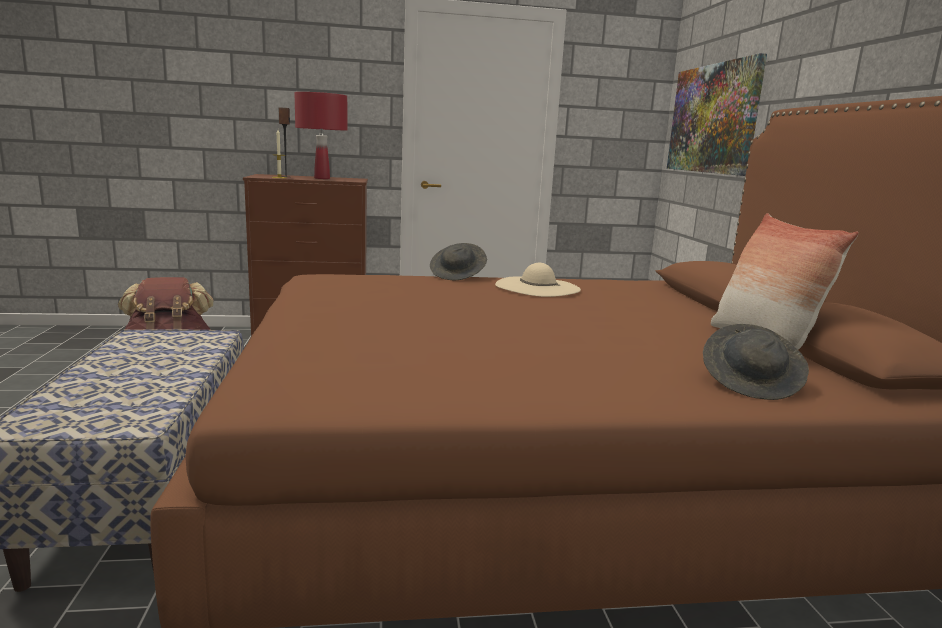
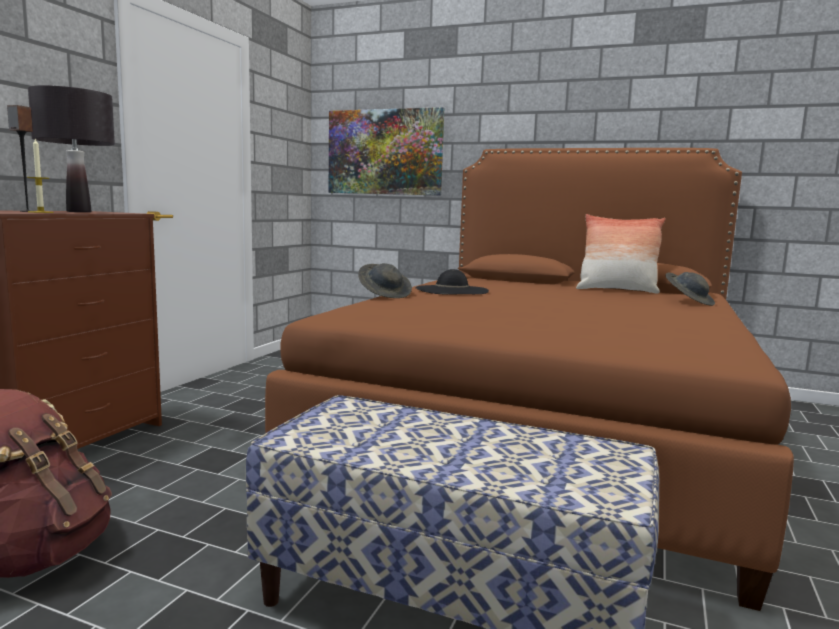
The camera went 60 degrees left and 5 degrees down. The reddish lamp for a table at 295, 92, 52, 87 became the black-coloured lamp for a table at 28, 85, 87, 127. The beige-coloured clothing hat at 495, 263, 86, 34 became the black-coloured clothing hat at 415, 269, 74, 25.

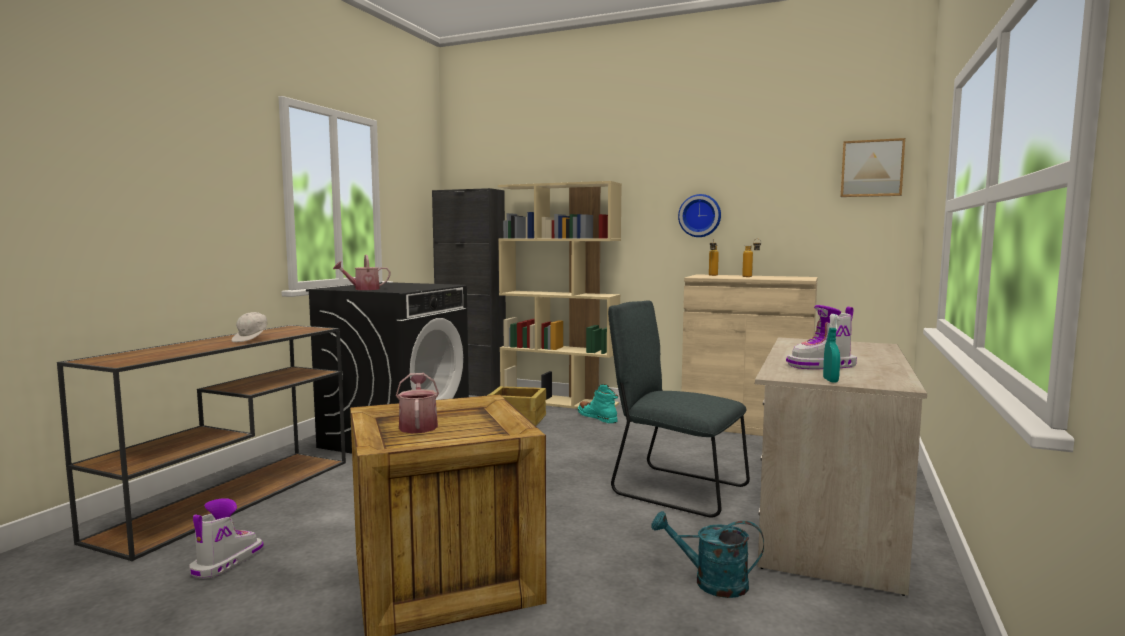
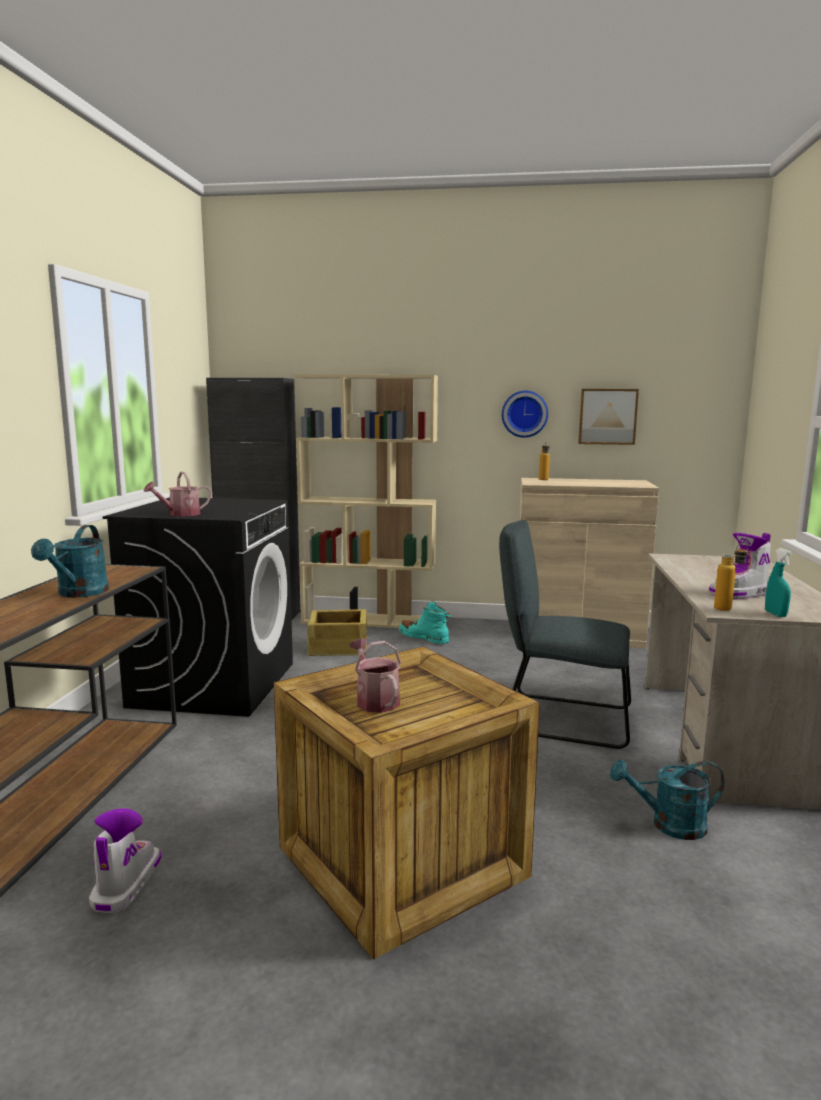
The camera went 15 degrees left and 5 degrees up. The drink bottle moved from 742, 239, 19, 38 to 714, 543, 34, 68. The picture moved from 841, 138, 64, 59 to 578, 389, 61, 56. The whitish cap at 231, 312, 37, 30 was replaced by the turquoise-coloured watering can at 31, 525, 78, 73.

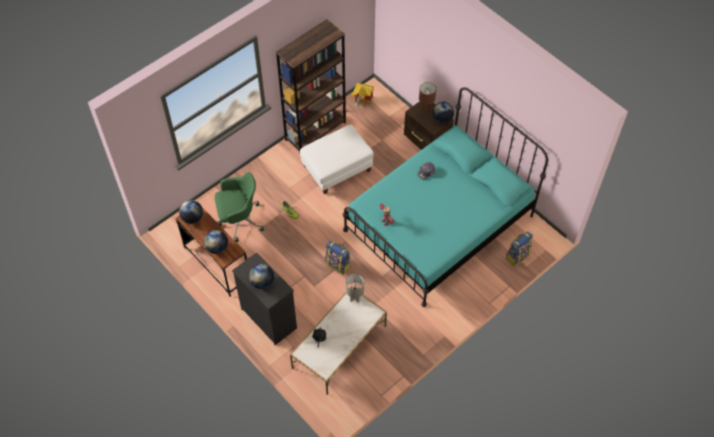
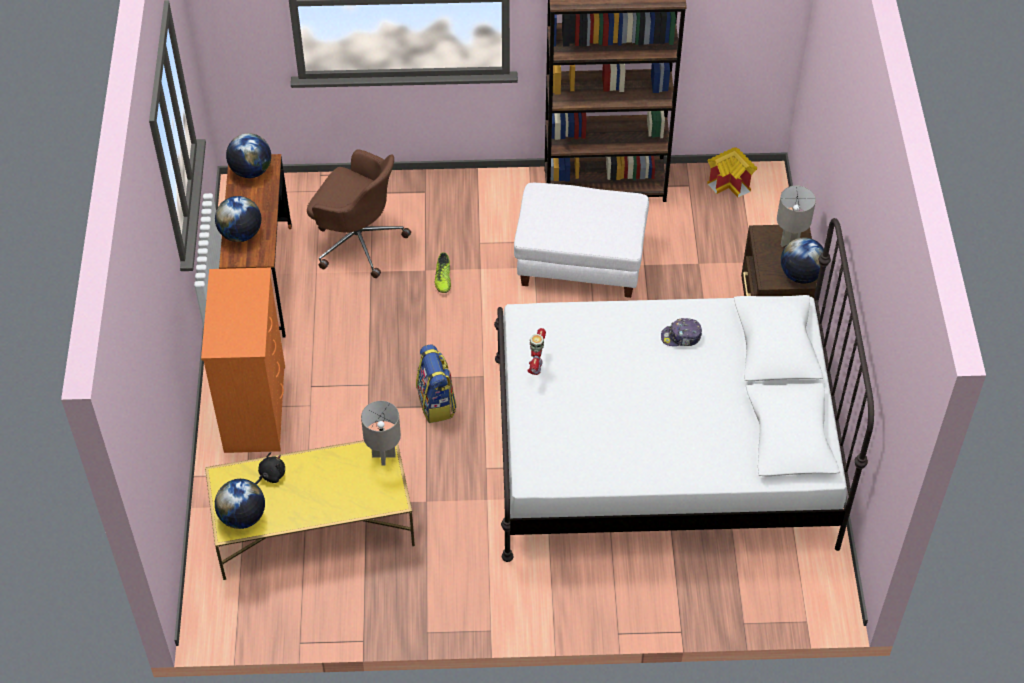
The camera went 40 degrees right and 5 degrees down. The rucksack at 506, 232, 27, 35 disappeared. The world globe moved from 249, 264, 25, 25 to 215, 479, 50, 50. The greenish office chair at 215, 172, 49, 70 became the brownish office chair at 307, 150, 104, 128. The black-coloured chest of drawers at 232, 252, 65, 93 became the orange-coloured chest of drawers at 201, 268, 84, 185. The whitish lounge table at 290, 287, 97, 108 became the yellow lounge table at 205, 440, 210, 140. The turquoise-coloured sleeping bed at 343, 87, 205, 220 became the whitish sleeping bed at 494, 218, 380, 344. The brownish lamp for a table at 419, 82, 17, 30 became the greyish lamp for a table at 777, 186, 39, 61.

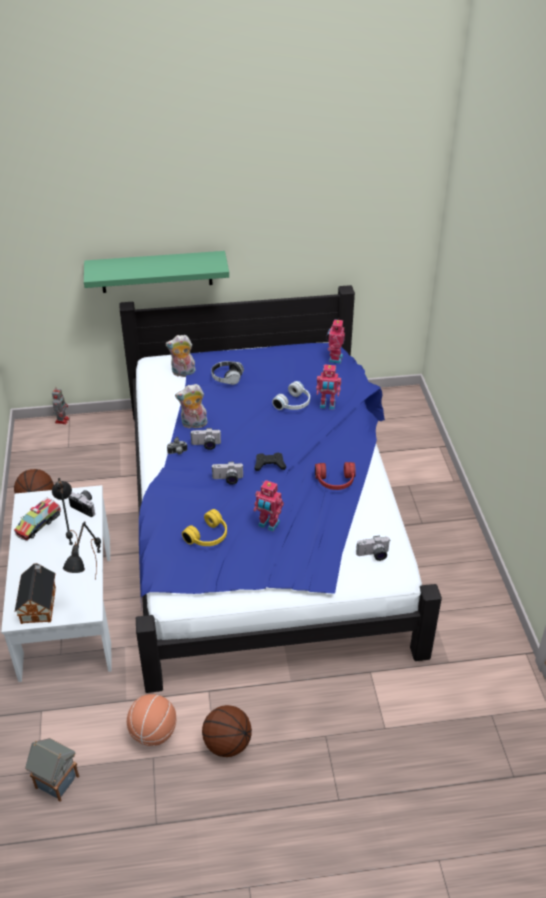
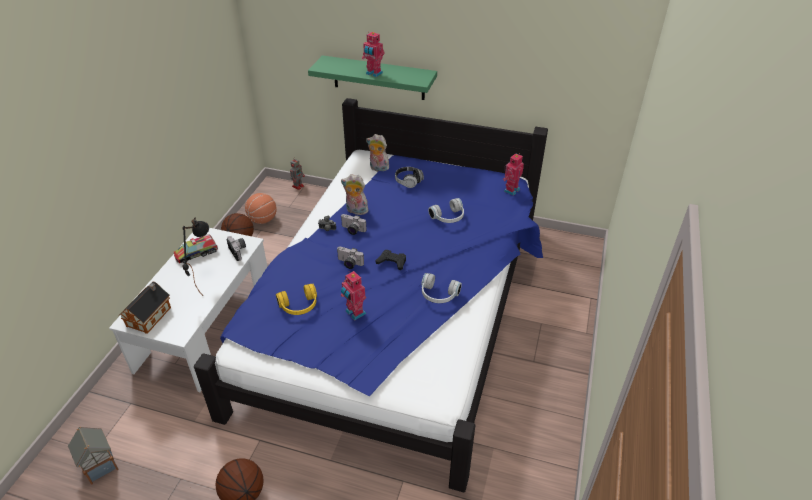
The camera went 25 degrees right and 0 degrees up. The black-coloured lamp for a table at 63, 521, 38, 59 disappeared. The still camera at 356, 535, 35, 26 disappeared. The basketball ball moved from 127, 694, 49, 52 to 245, 193, 32, 31. The robot figure moved from 316, 364, 25, 46 to 362, 31, 23, 46. The reddish headset at 315, 462, 41, 28 became the whitish headset at 421, 273, 41, 30.

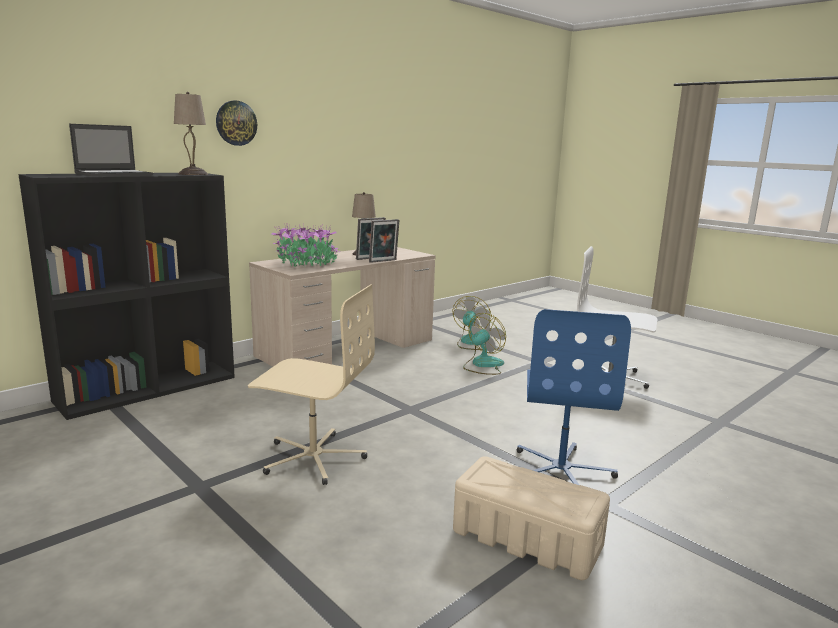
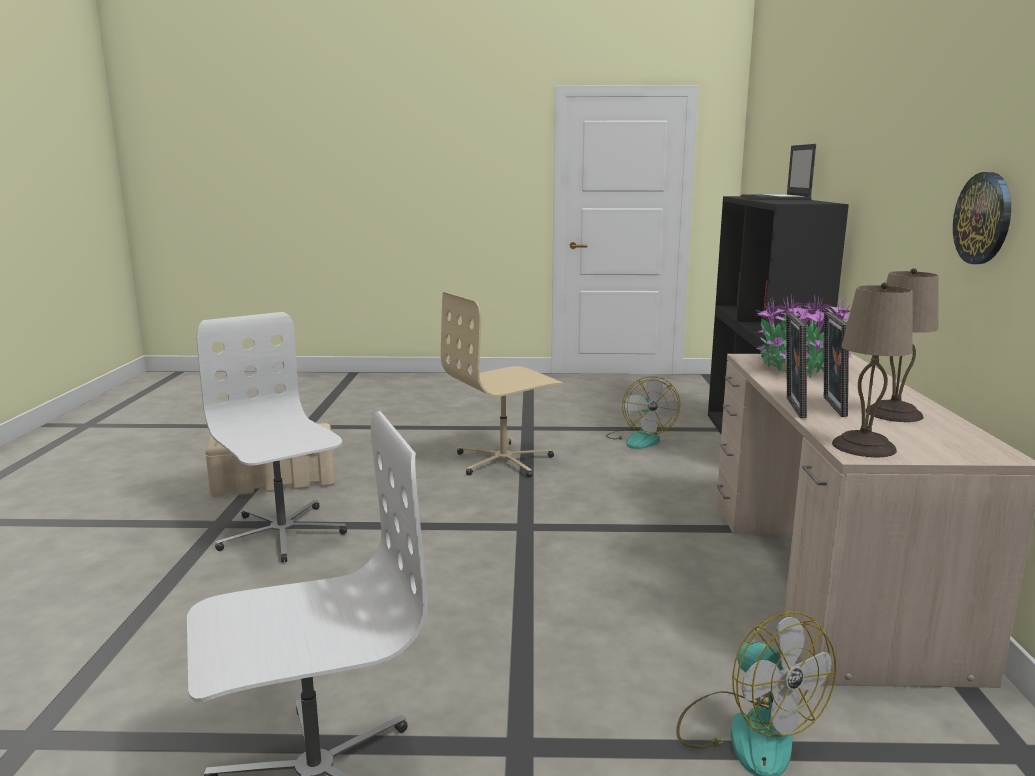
The camera went 135 degrees right and 0 degrees up. The beige-coloured lamp for a table moved from 174, 92, 34, 83 to 832, 282, 81, 175. The wall clock moved from 216, 101, 41, 45 to 953, 172, 58, 92. The electric fan moved from 463, 313, 43, 62 to 606, 376, 74, 73. The blue office chair at 517, 309, 114, 176 became the whitish office chair at 196, 312, 151, 251.

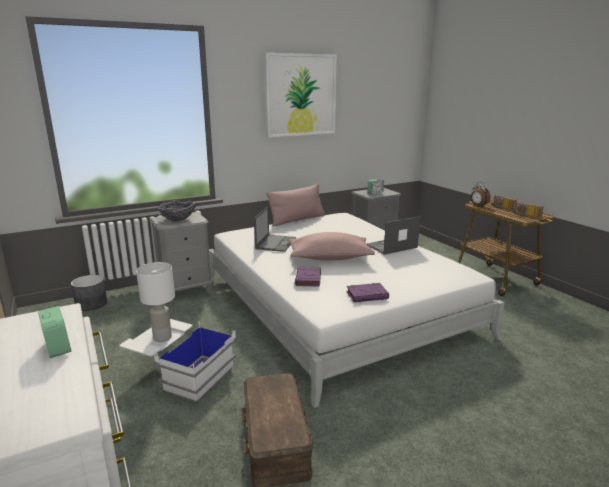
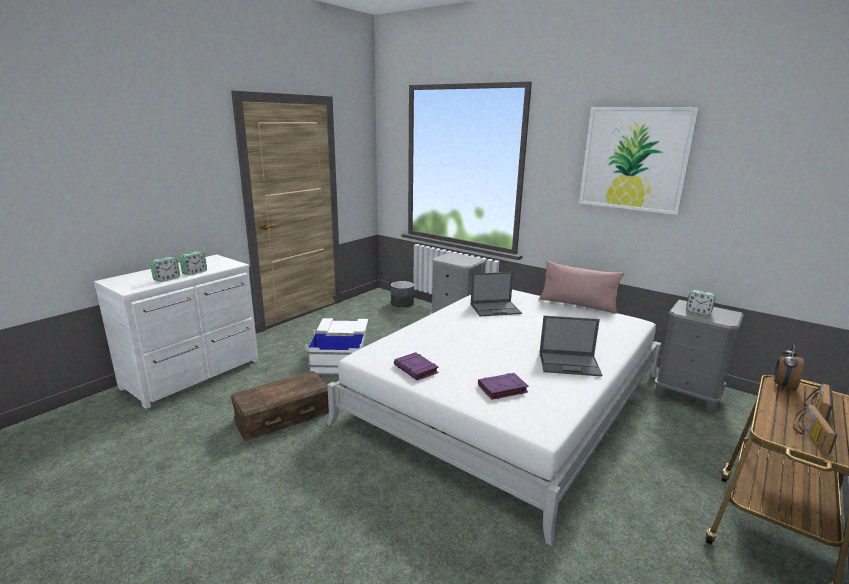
The camera went 65 degrees right and 0 degrees up. The whitish lamp for a table at 136, 262, 39, 80 disappeared. The bowl at 158, 200, 38, 21 disappeared. The pink cushion at 289, 232, 86, 29 disappeared. The table clock at 150, 257, 30, 25 appeared. The purple-coloured volume moved from 295, 267, 26, 20 to 478, 373, 51, 27. The notebook computer at 367, 216, 53, 39 turned 150 degrees clockwise.

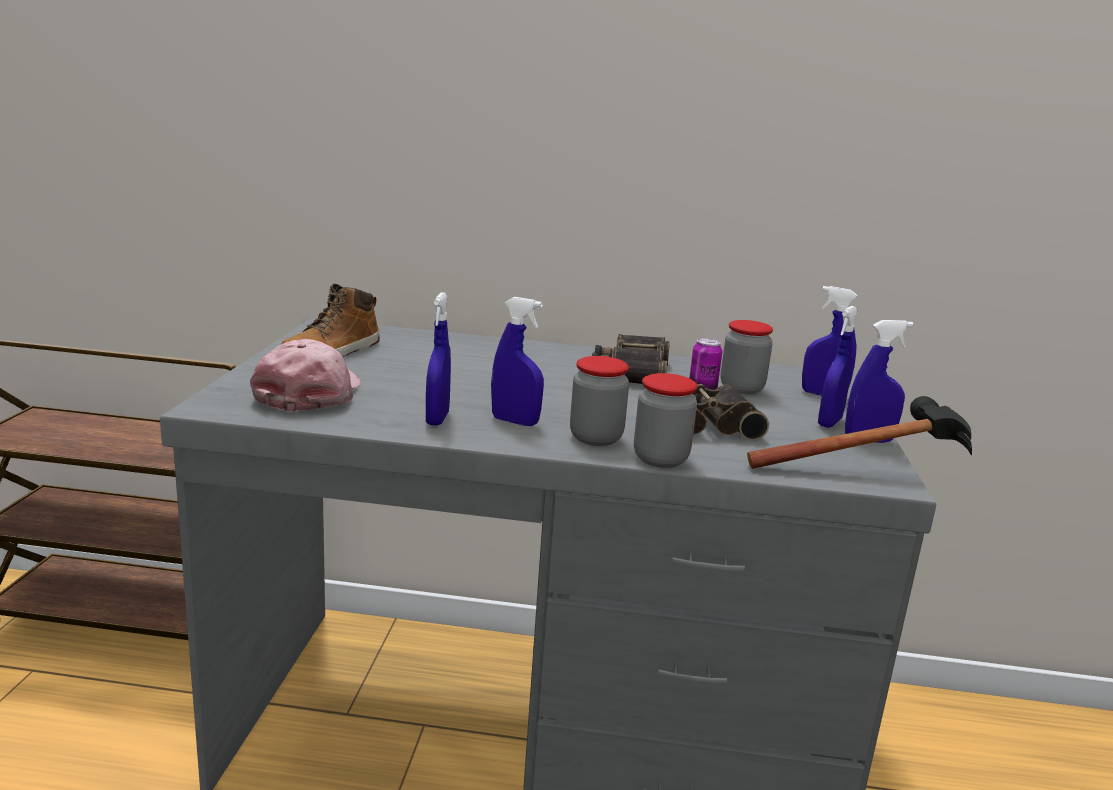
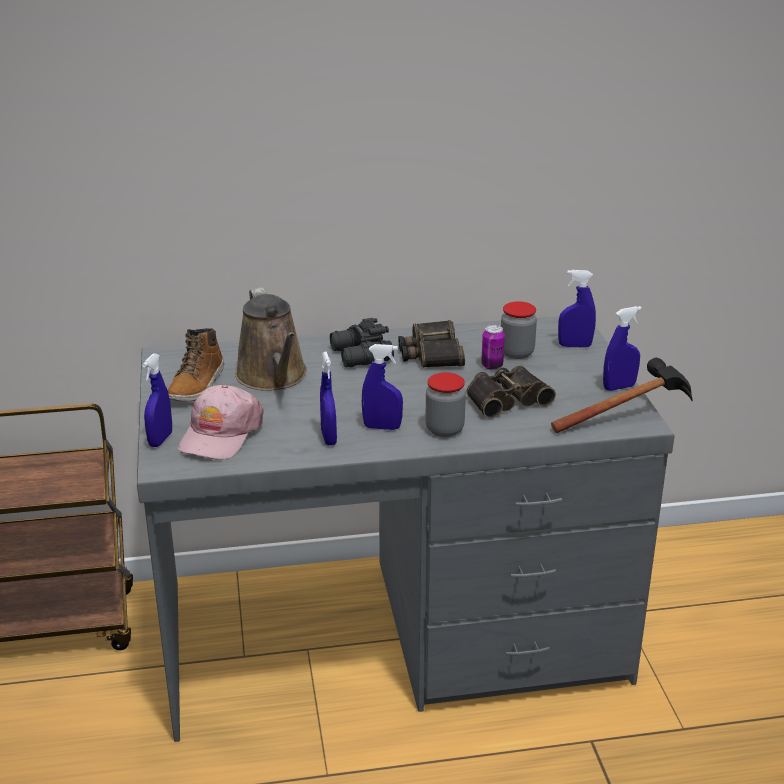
The camera went 15 degrees left and 10 degrees up. The jar at 634, 373, 63, 95 disappeared. The brownish watering can at 235, 287, 72, 104 appeared. The black-coloured binoculars at 330, 318, 64, 49 appeared. The blue spray bottle moved from 818, 306, 39, 122 to 142, 353, 30, 94. The pink cap at 250, 339, 111, 73 turned 150 degrees counterclockwise.

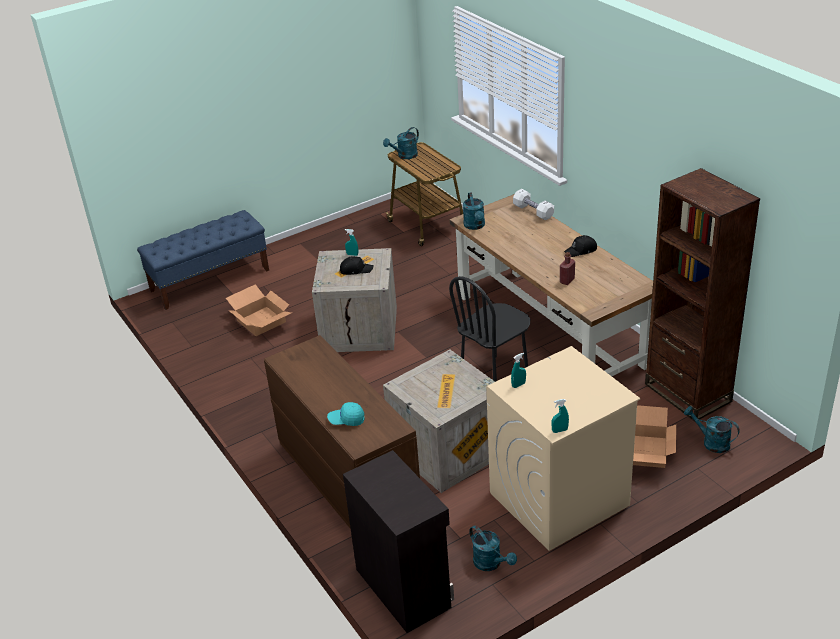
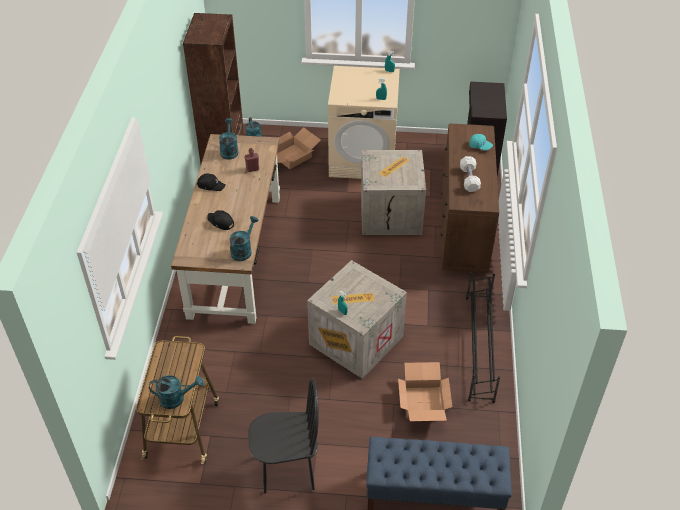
The camera went 145 degrees left and 10 degrees up. The black-coloured shoe rack at 466, 273, 34, 130 appeared. The black-coloured cap moved from 340, 256, 34, 19 to 207, 210, 27, 20. The black-coloured upright chair moved from 449, 276, 81, 106 to 248, 378, 71, 116. The turquoise-coloured watering can moved from 469, 525, 48, 46 to 219, 118, 19, 42. The whitish dumbbell moved from 513, 189, 41, 32 to 460, 156, 21, 36.

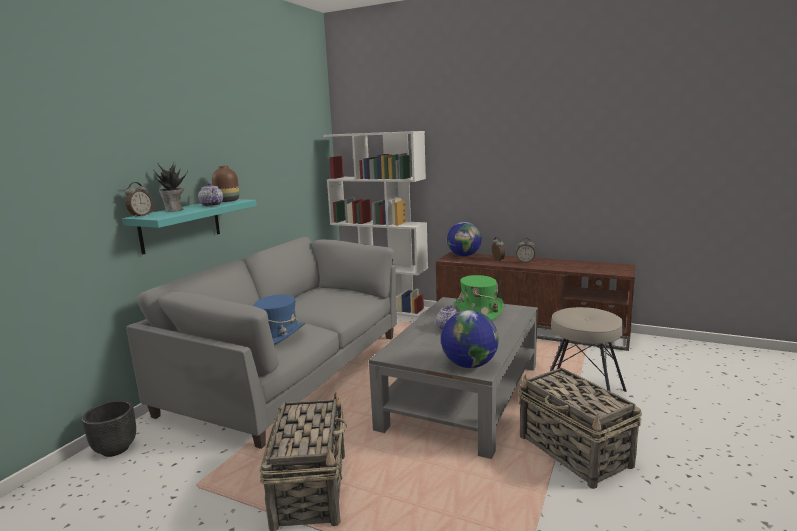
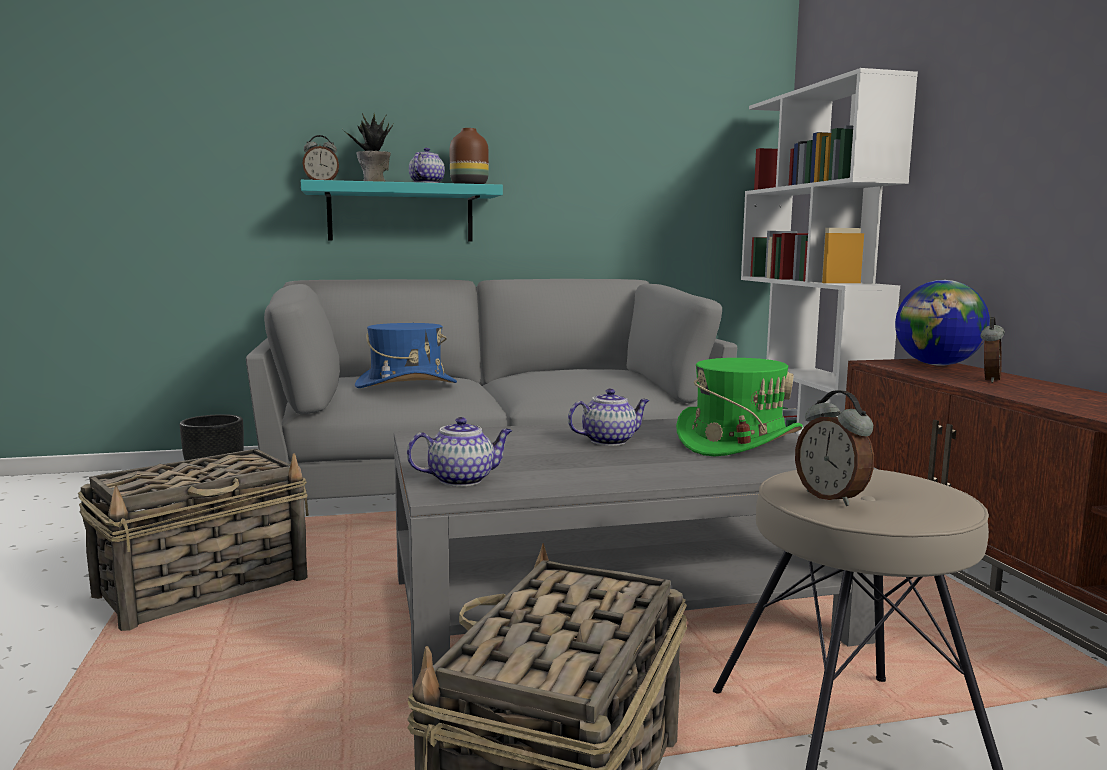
The camera went 50 degrees right and 5 degrees down. The table clock moved from 516, 238, 19, 25 to 795, 390, 79, 116. The world globe at 441, 310, 58, 58 was replaced by the teapot at 407, 417, 105, 69.

